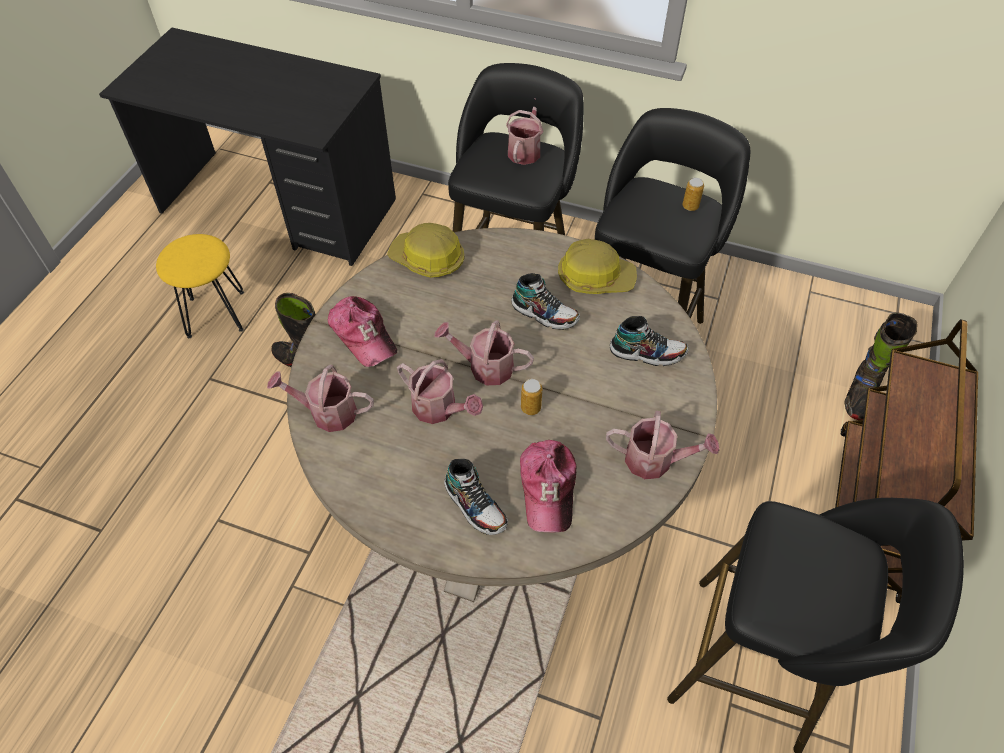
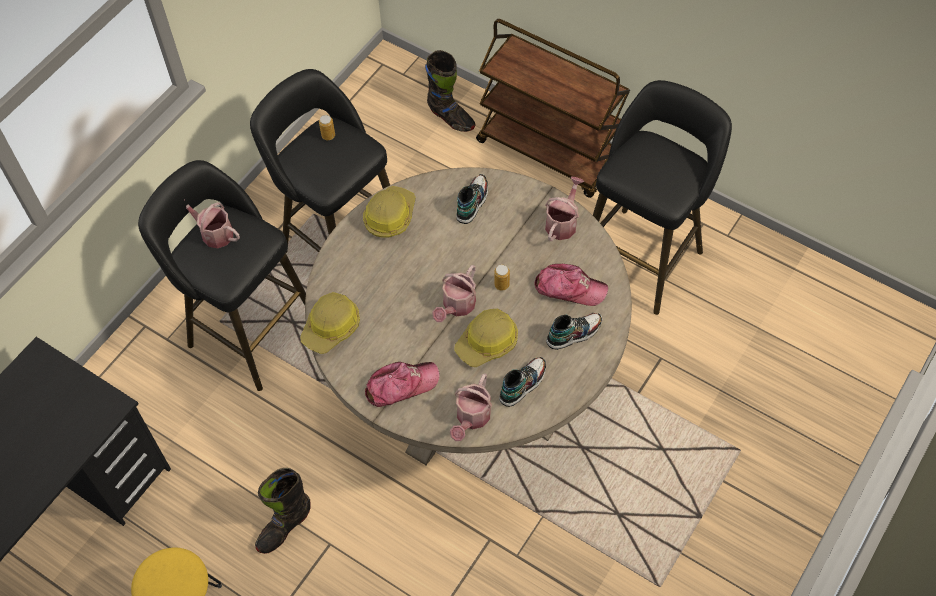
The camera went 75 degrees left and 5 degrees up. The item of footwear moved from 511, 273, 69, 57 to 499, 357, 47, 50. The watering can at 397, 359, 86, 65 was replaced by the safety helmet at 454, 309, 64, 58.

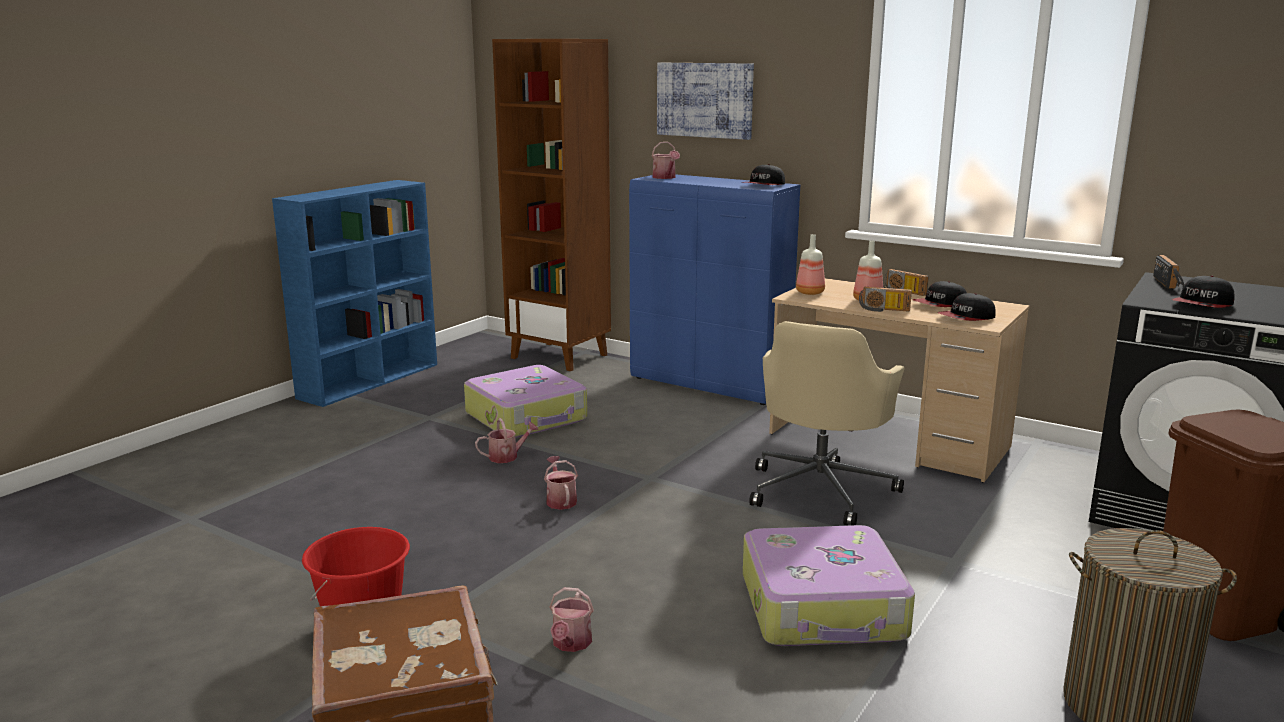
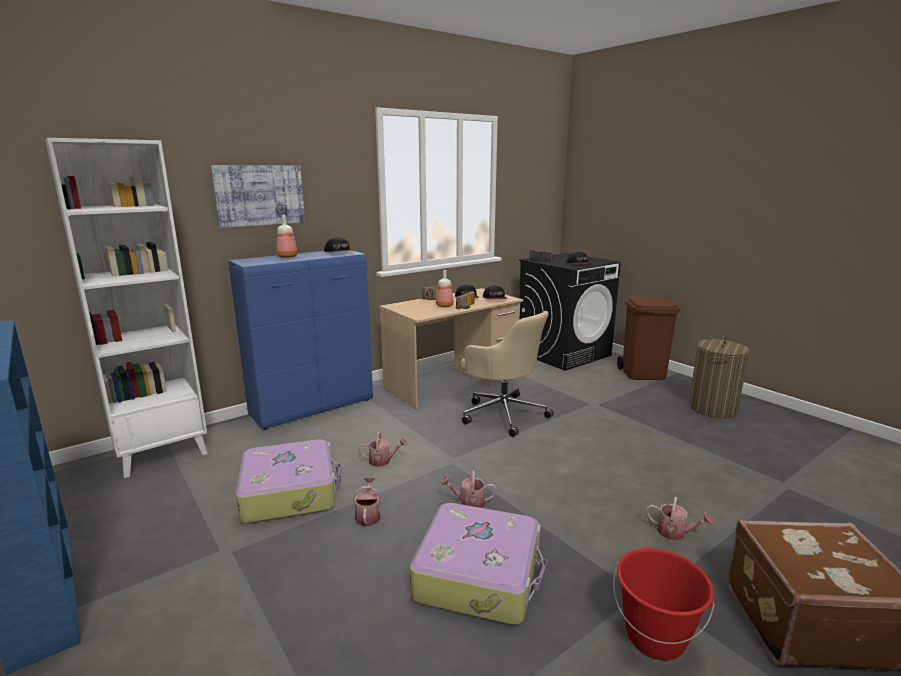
The camera went 70 degrees left and 0 degrees up. The watering can moved from 652, 142, 28, 37 to 358, 432, 50, 35. The suitcase moved from 743, 525, 172, 121 to 410, 503, 137, 122. The drink bottle moved from 796, 234, 29, 61 to 276, 215, 22, 43. The brownish bookshelf at 492, 39, 119, 332 became the whitish bookshelf at 45, 138, 163, 340.

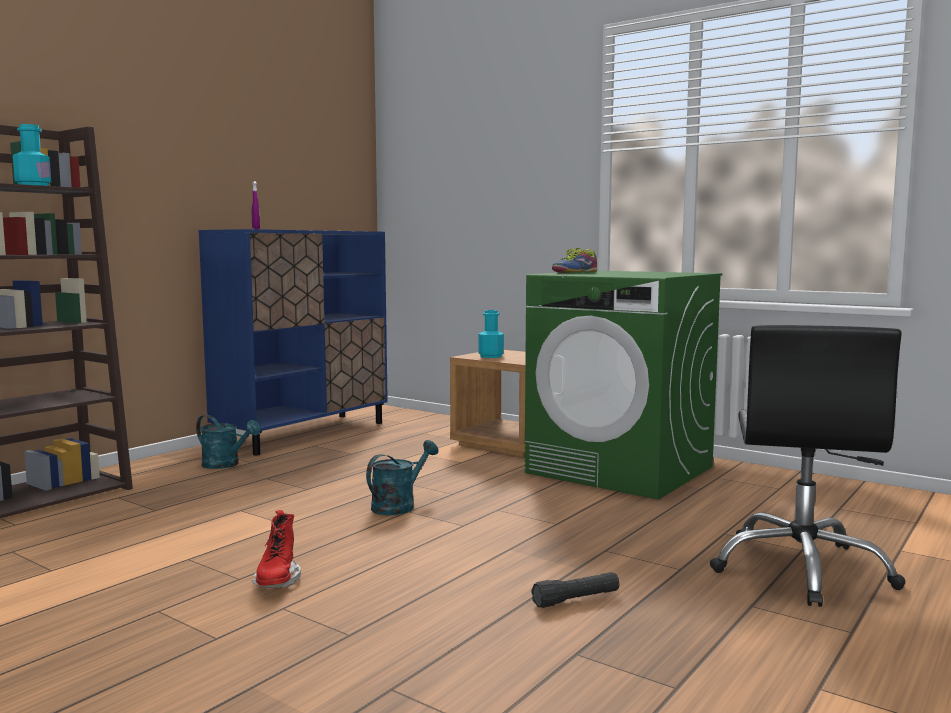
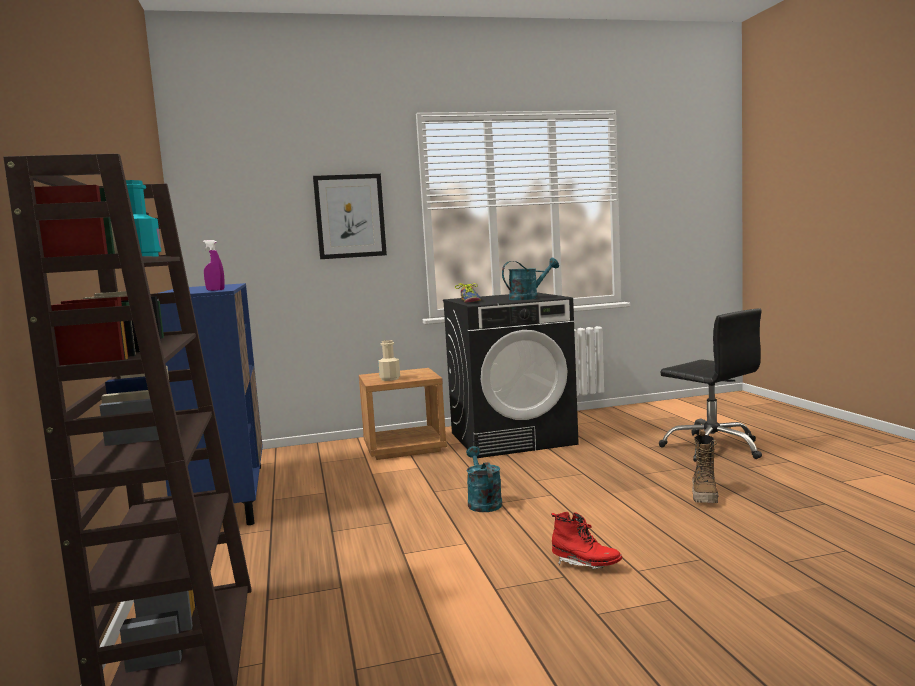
The camera went 50 degrees left and 0 degrees up. The picture at 313, 174, 74, 85 appeared. The turquoise-coloured watering can moved from 196, 415, 65, 54 to 502, 258, 57, 42. The black-coloured torch at 531, 572, 88, 36 was replaced by the tall boot at 692, 431, 27, 72. The turquoise-coloured drink bottle at 479, 310, 25, 48 became the beige-coloured drink bottle at 378, 340, 22, 41. The greenish laundry machine at 525, 271, 197, 229 became the black-coloured laundry machine at 443, 293, 136, 165.

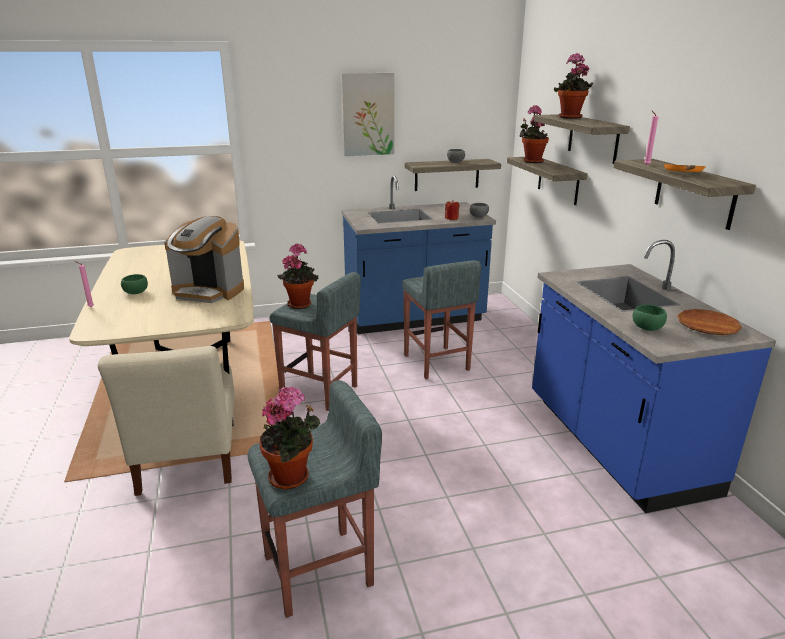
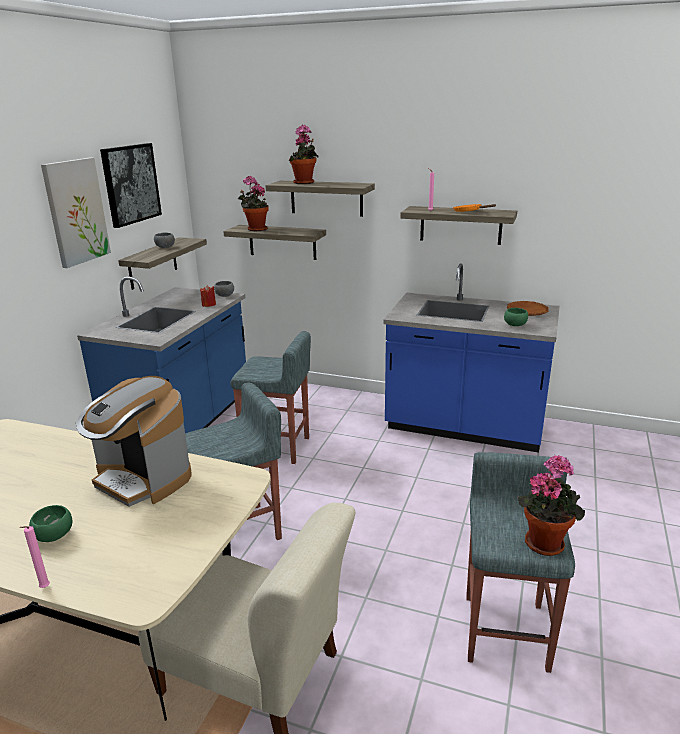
The camera went 55 degrees left and 0 degrees up. The houseplant at 277, 243, 41, 66 disappeared. The picture at 100, 143, 62, 85 appeared. The coffee machine at 164, 216, 80, 87 turned 75 degrees clockwise.

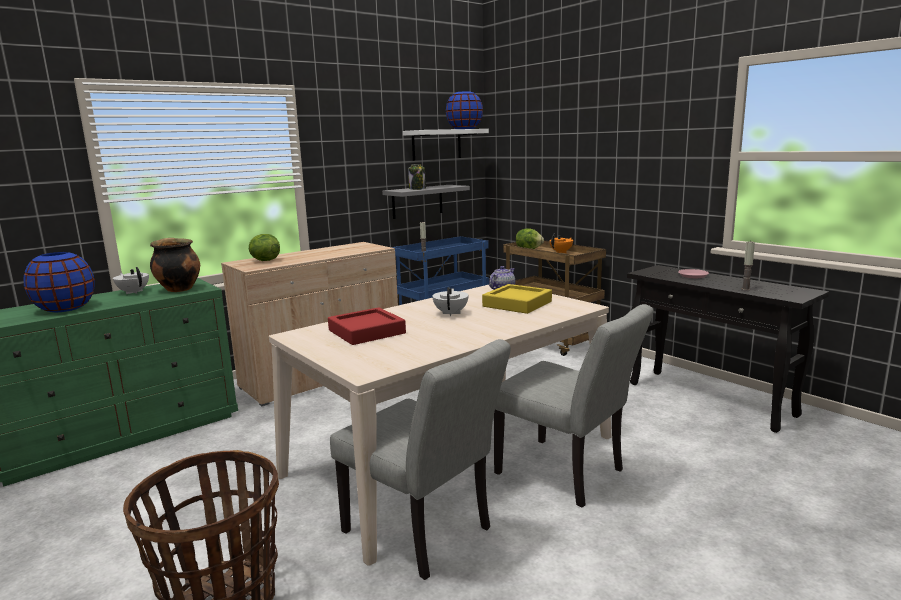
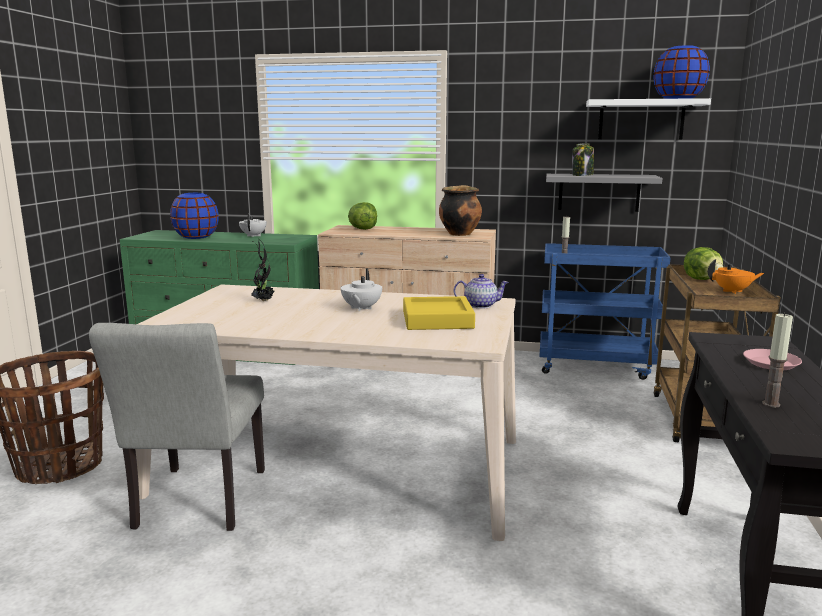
The camera went 50 degrees right and 0 degrees up. The greyish upright chair at 494, 304, 160, 204 disappeared. The stockpot moved from 150, 238, 50, 54 to 439, 185, 43, 51. The reddish tray at 328, 307, 78, 38 was replaced by the houseplant at 251, 239, 23, 62. The whitish teapot at 432, 287, 37, 29 turned 135 degrees clockwise.

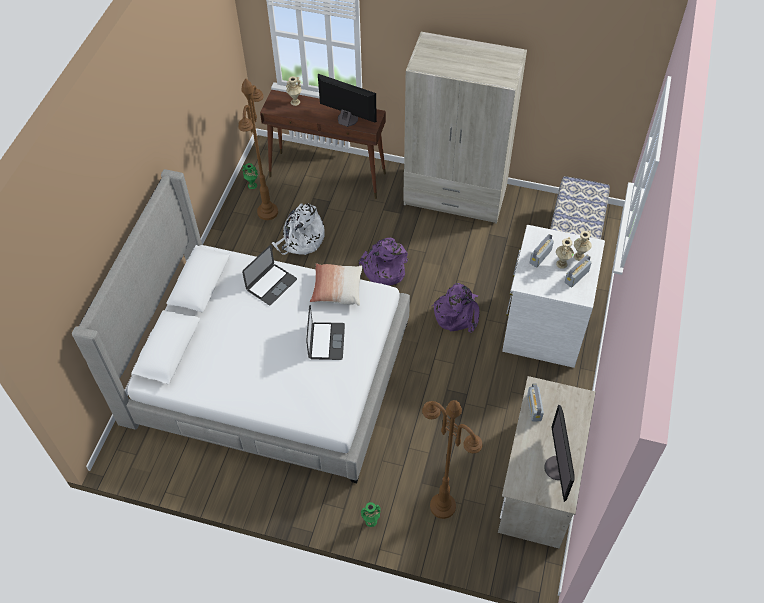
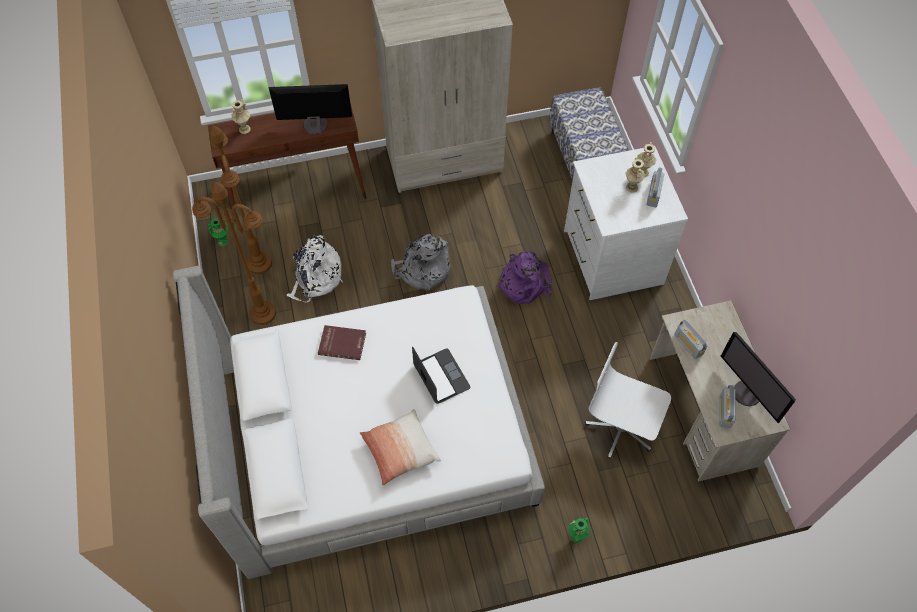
The camera went 30 degrees left and 5 degrees up. The whitish office chair at 585, 342, 86, 117 appeared. The cushion moved from 310, 263, 53, 43 to 360, 409, 81, 76. The brownish standing lamp moved from 422, 400, 60, 119 to 192, 182, 84, 143. The radio moved from 529, 234, 25, 33 to 719, 385, 17, 43. The notebook computer at 242, 245, 55, 60 was replaced by the reddish volume at 318, 325, 48, 35. The purple-coloured rucksack at 359, 238, 49, 47 became the greyish rucksack at 391, 234, 59, 56.

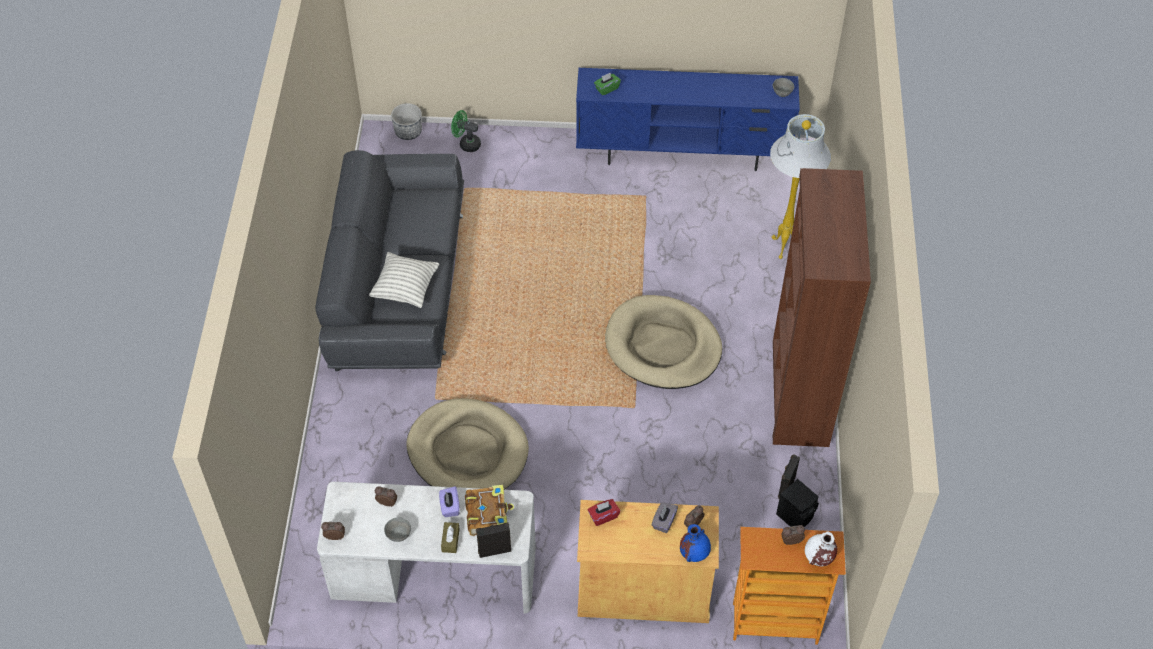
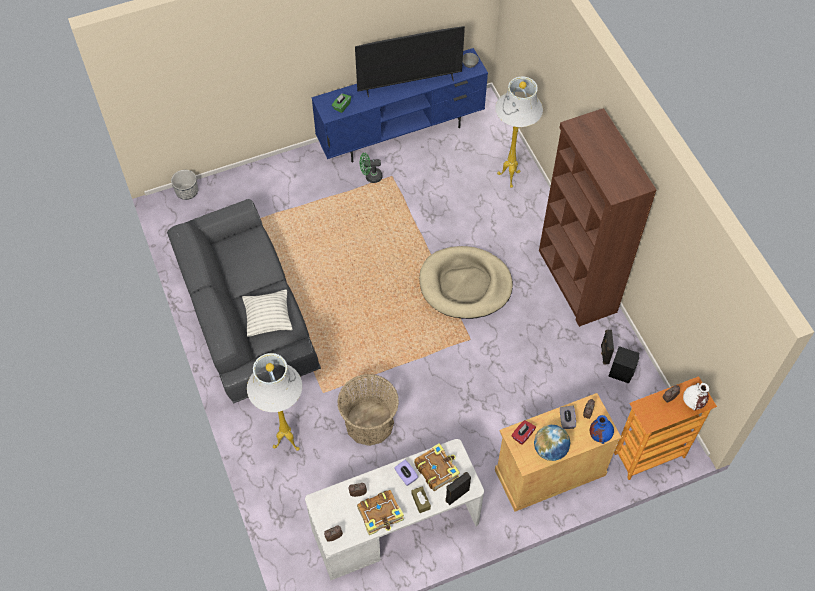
The camera went 25 degrees left and 5 degrees up. The whitish standing lamp at 247, 353, 55, 98 appeared. The TV set at 355, 26, 110, 71 appeared. The world globe at 534, 425, 37, 36 appeared. The greenish electric fan moved from 451, 110, 30, 42 to 360, 153, 22, 30. The greyish bowl at 384, 517, 27, 25 was replaced by the volume at 357, 490, 47, 45. The beige-coloured pet bed at 407, 398, 122, 92 was replaced by the household basket at 337, 374, 62, 72.

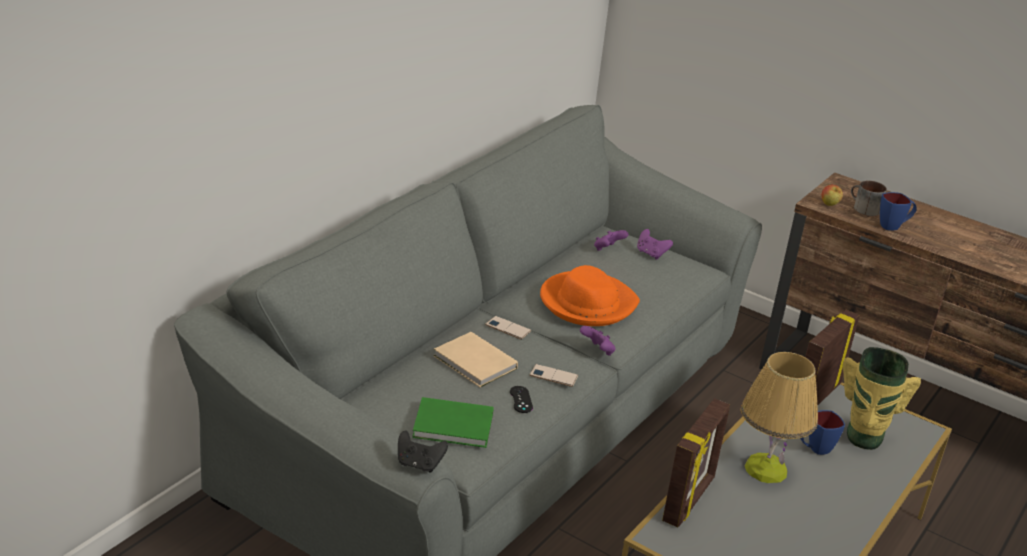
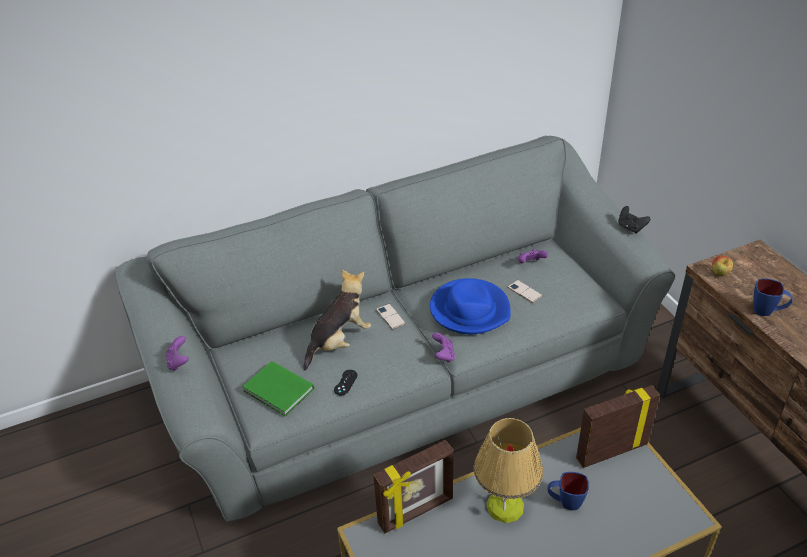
The camera went 35 degrees right and 10 degrees up. The flower vase at 843, 347, 78, 103 disappeared. The tea mug at 851, 181, 36, 35 disappeared. The black-coloured joypad moved from 398, 431, 50, 41 to 618, 206, 32, 28. The phone moved from 529, 364, 49, 23 to 507, 280, 35, 23. The purple-coloured joypad moved from 637, 229, 36, 31 to 166, 336, 22, 35. The beige-coloured volume at 433, 332, 85, 55 was replaced by the plush toy at 304, 270, 67, 100. The orange-coloured clothing hat at 540, 265, 100, 61 became the blue clothing hat at 430, 278, 81, 56.

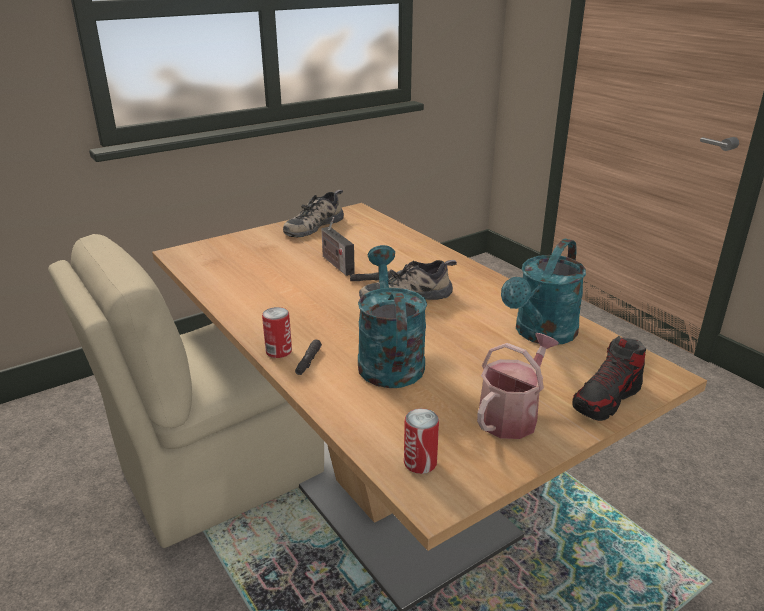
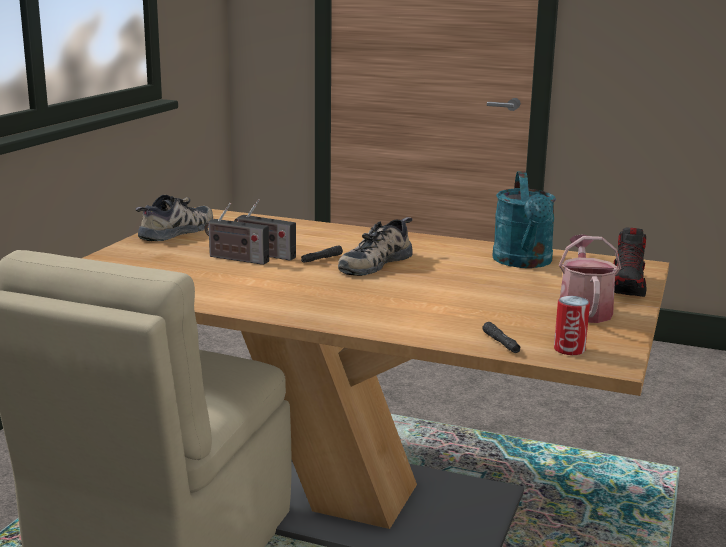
The camera went 35 degrees left and 10 degrees down. The can at 262, 307, 30, 51 disappeared. The turquoise-coloured watering can at 358, 245, 69, 143 disappeared. The radio at 204, 203, 65, 62 appeared. The black-coloured torch moved from 295, 339, 27, 36 to 482, 322, 38, 31. The item of footwear at 283, 190, 61, 47 turned 150 degrees counterclockwise.

